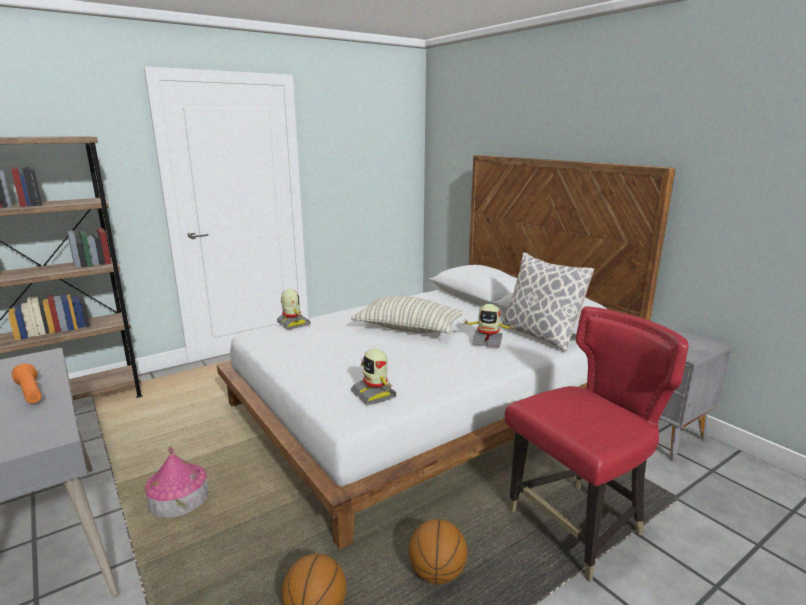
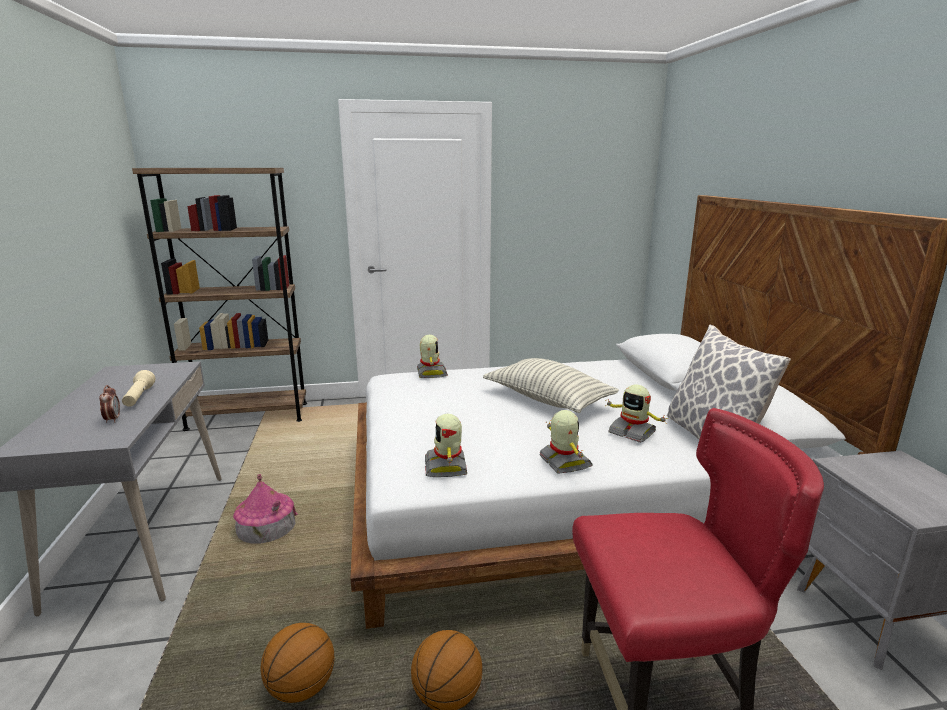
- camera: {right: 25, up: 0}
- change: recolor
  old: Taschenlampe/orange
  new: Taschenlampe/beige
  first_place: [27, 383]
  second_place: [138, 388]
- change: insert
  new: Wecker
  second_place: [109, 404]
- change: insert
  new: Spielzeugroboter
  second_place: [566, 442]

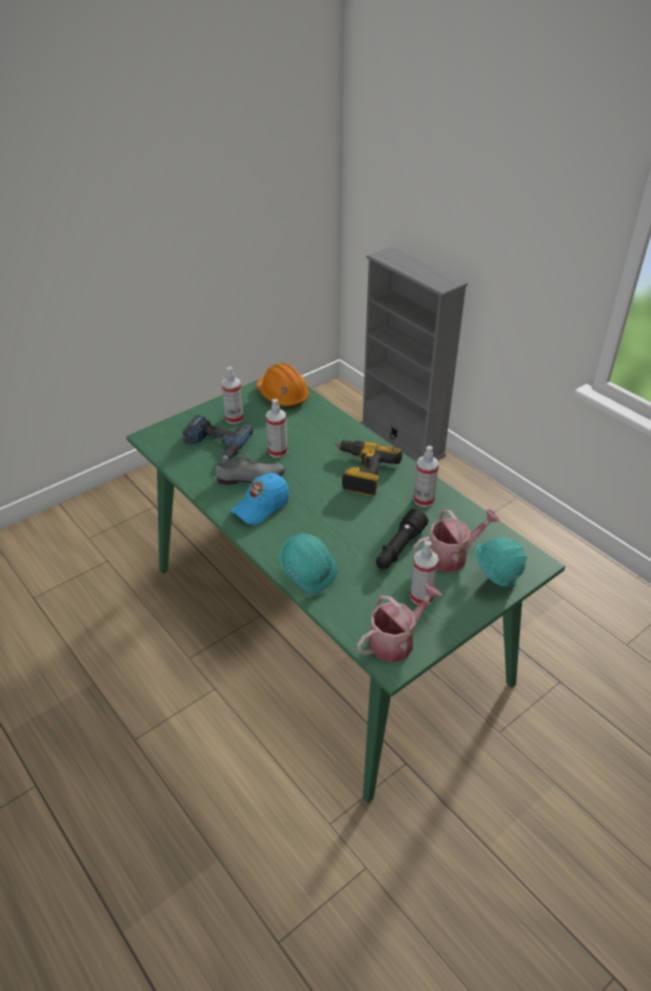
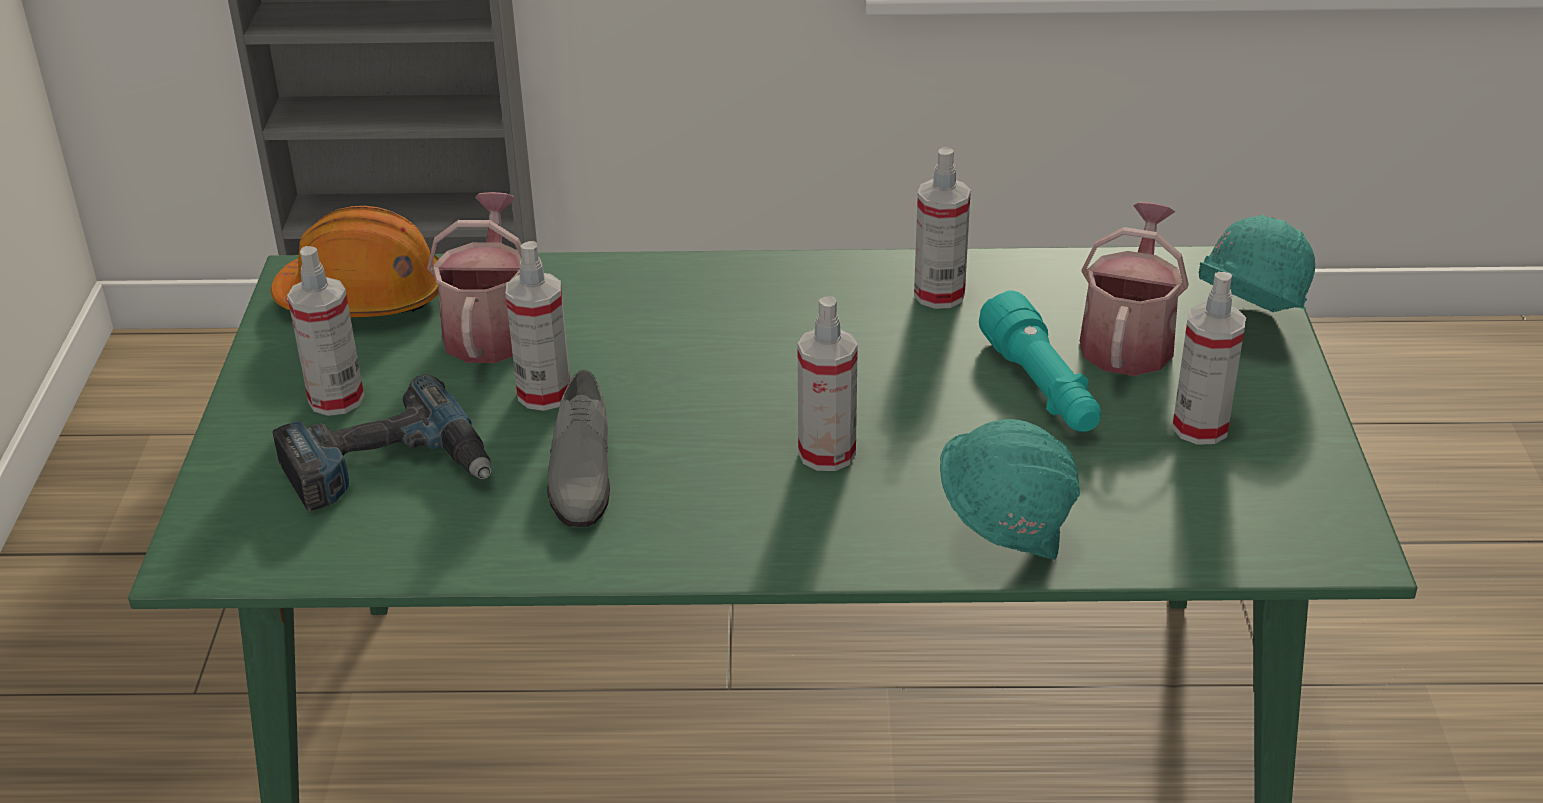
- camera: {right: -50, up: -5}
- change: delete
  old: Bohrmaschine
  first_place: [368, 468]
- change: rotate
  old: Schuh/grau
  first_place: [250, 470]
  second_place: [578, 448]
  degrees: 150
- change: delete
  old: Kappe/blau
  first_place: [260, 499]
- change: recolor
  old: Taschenlampe/schwarz
  new: Taschenlampe/türkis
  first_place: [402, 538]
  second_place: [1040, 361]
- change: move
  old: Gießkanne
  first_place: [399, 623]
  second_place: [474, 277]
- change: insert
  new: Sprühflasche
  second_place: [828, 383]

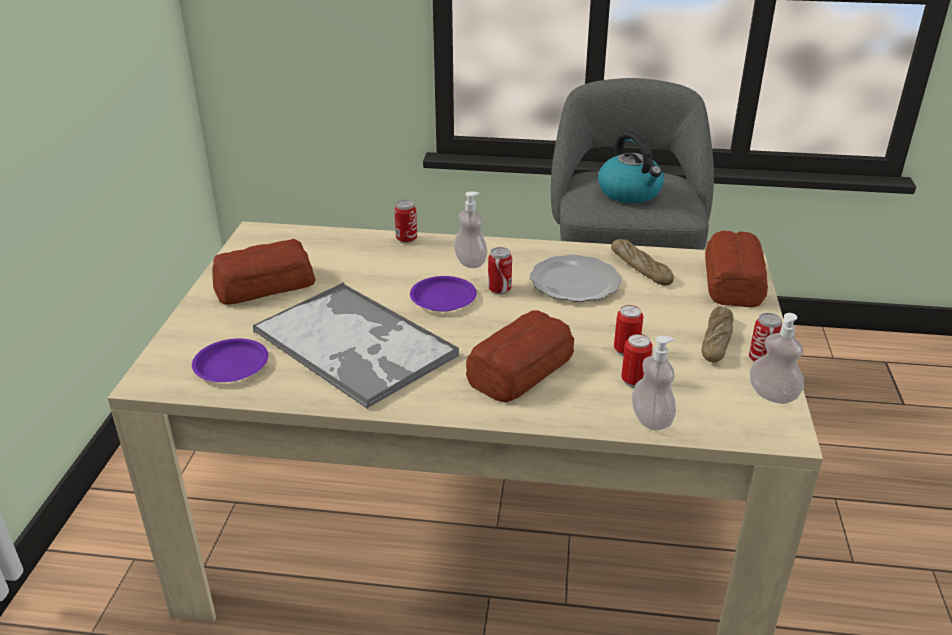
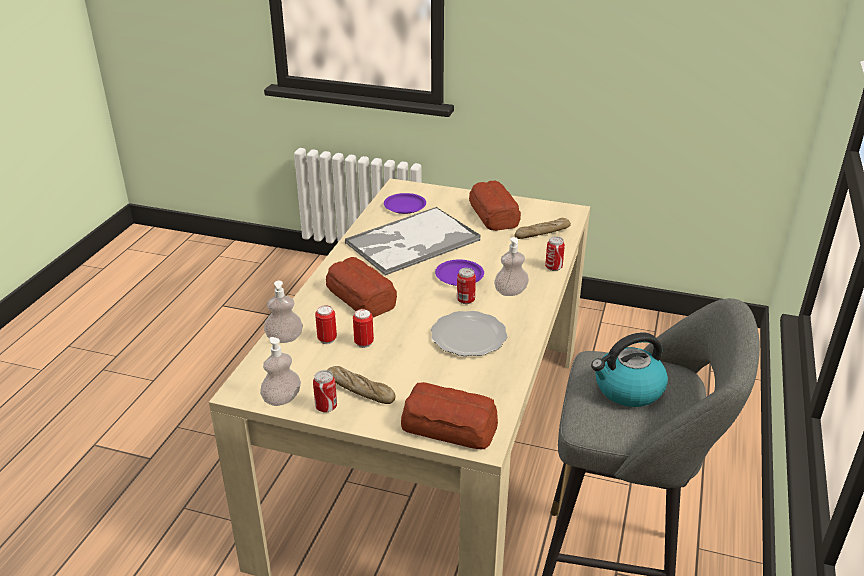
- camera: {right: 100, up: 0}
- change: move
  old: Brot
  first_place: [642, 262]
  second_place: [542, 228]

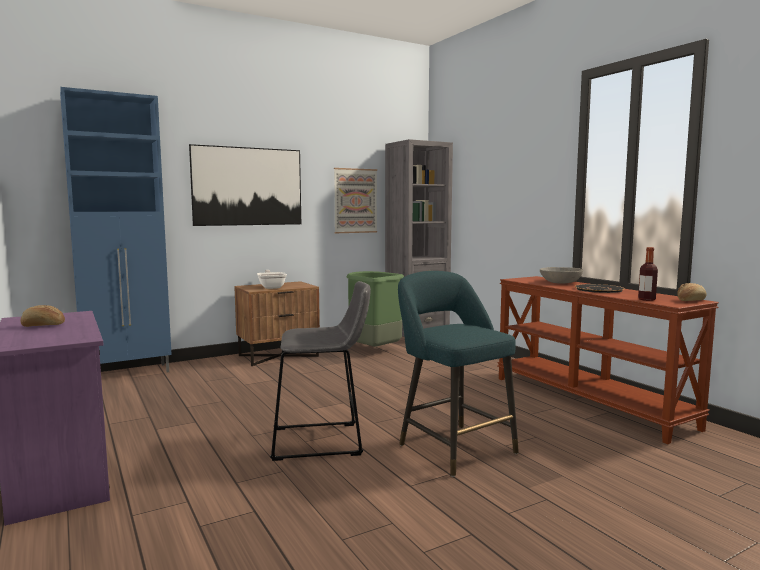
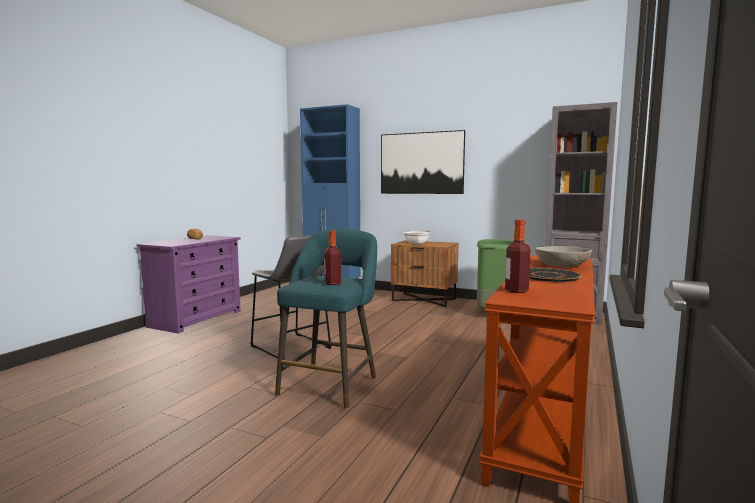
- camera: {right: 55, up: 0}
- change: delete
  old: Bild
  first_place: [355, 200]
- change: delete
  old: Brot
  first_place: [691, 292]
- change: insert
  new: Flasche
  second_place: [332, 258]

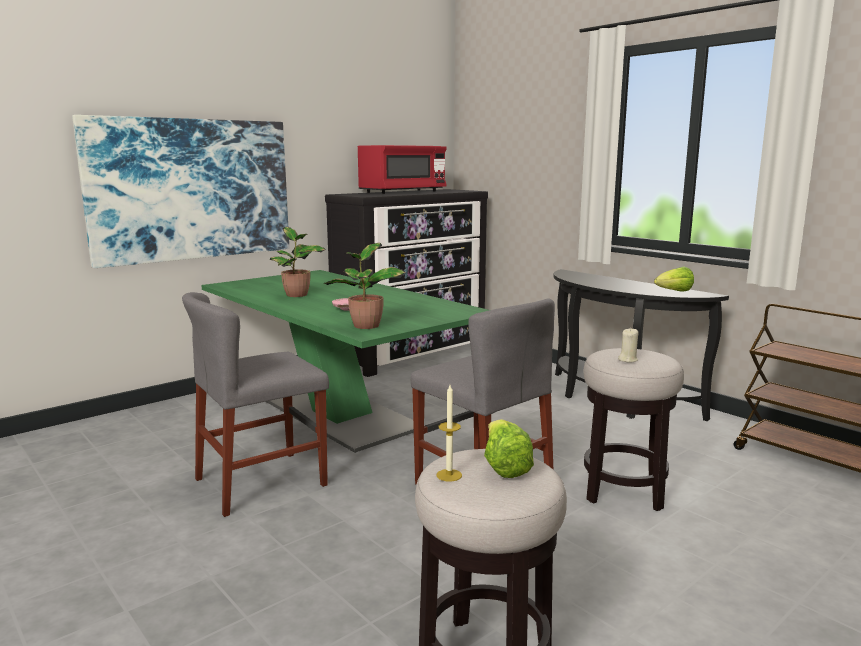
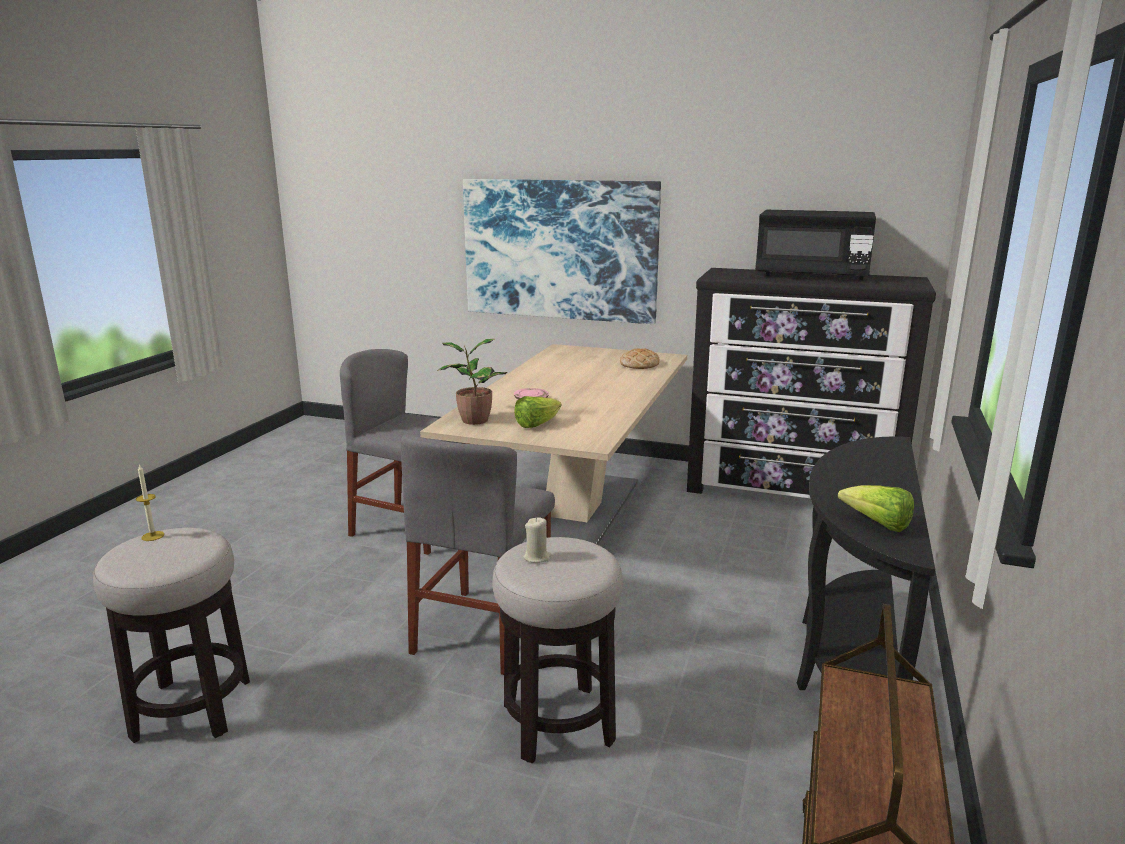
- camera: {right: 60, up: 5}
- change: recolor
  old: Mikrowelle/rot
  new: Mikrowelle/schwarz
  first_place: [402, 169]
  second_place: [815, 245]
- change: delete
  old: Topfpflanze
  first_place: [297, 262]
- change: recolor
  old: Esstisch/grün
  new: Esstisch/beige
  first_place: [345, 361]
  second_place: [553, 444]
- change: move
  old: Salatkopf
  first_place: [509, 448]
  second_place: [537, 412]
- change: insert
  new: Brot
  second_place: [639, 359]

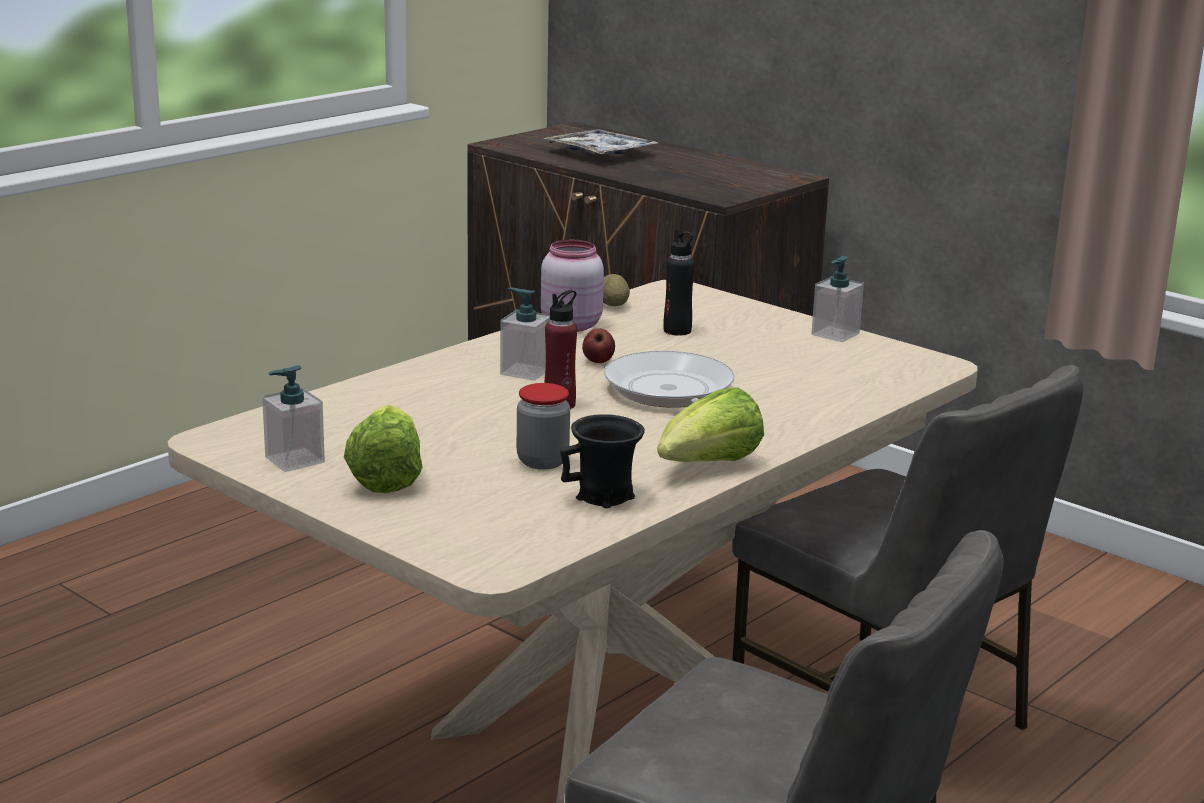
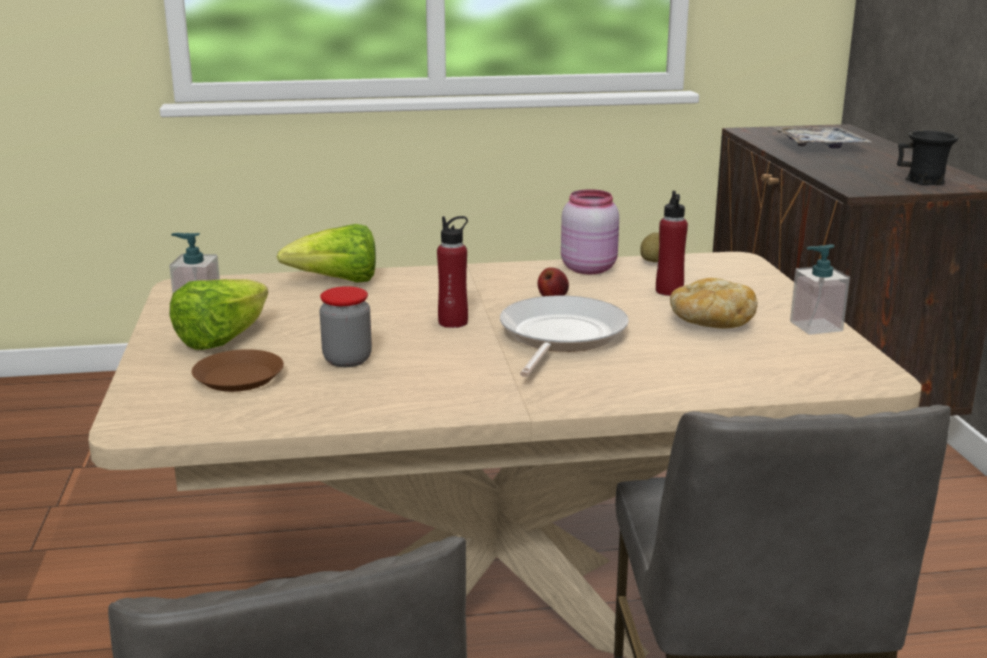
- camera: {right: 40, up: 0}
- change: recolor
  old: Flasche/schwarz
  new: Flasche/rot
  first_place: [679, 282]
  second_place: [672, 243]
- change: delete
  old: Seifenspender
  first_place: [525, 334]
- change: move
  old: Salatkopf
  first_place: [710, 424]
  second_place: [326, 253]
- change: move
  old: Henkelbecher/schwarz
  first_place: [602, 461]
  second_place: [928, 157]
- change: insert
  new: Brot
  second_place: [714, 303]
- change: insert
  new: Teller/braun
  second_place: [238, 370]

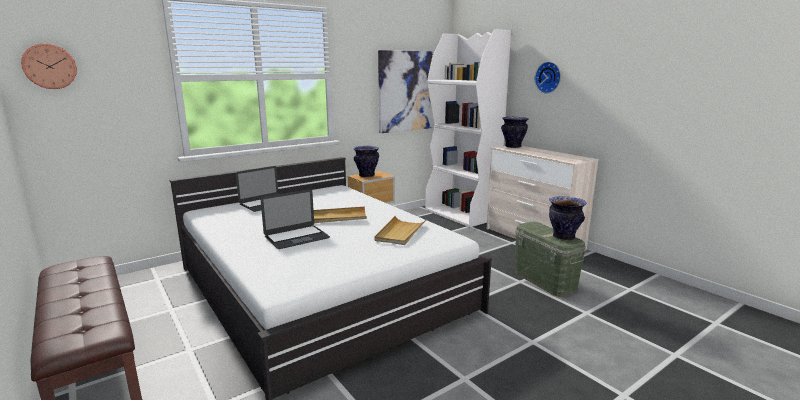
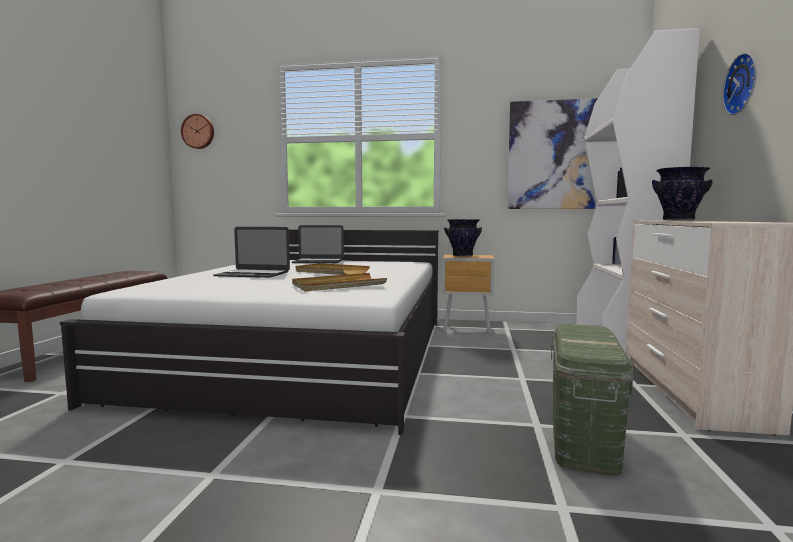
- camera: {right: 45, up: -10}
- change: delete
  old: Vase
  first_place: [567, 219]

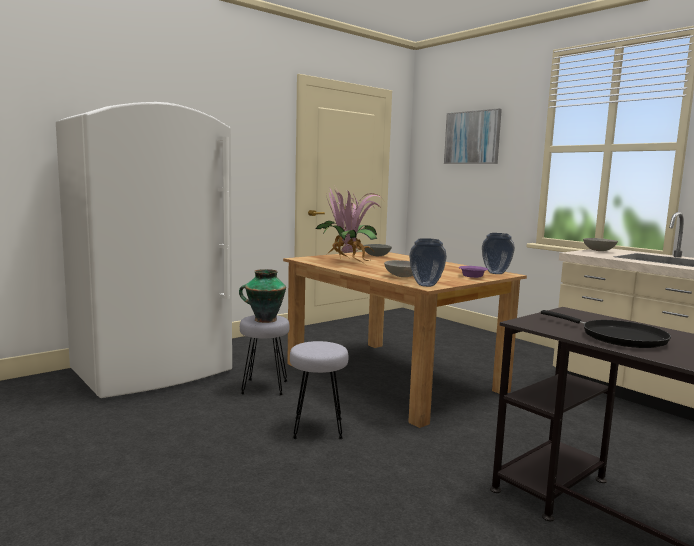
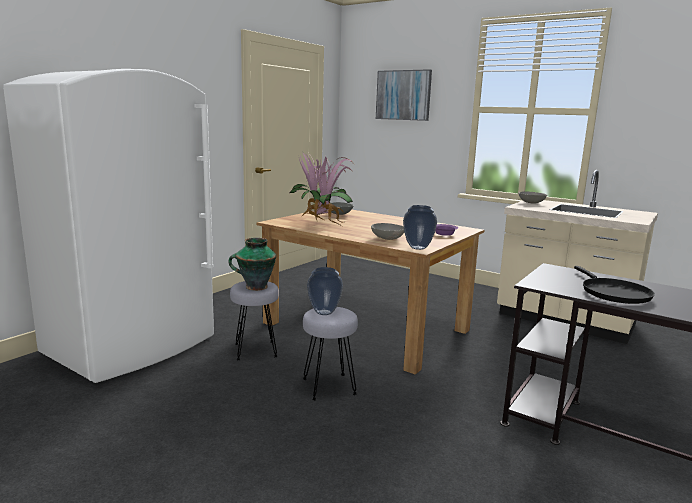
- camera: {right: -15, up: 5}
- change: move
  old: Vase
  first_place: [498, 253]
  second_place: [325, 291]
- change: rotate
  old: Pfanne/schwarz
  first_place: [606, 329]
  second_place: [614, 285]
  degrees: 45

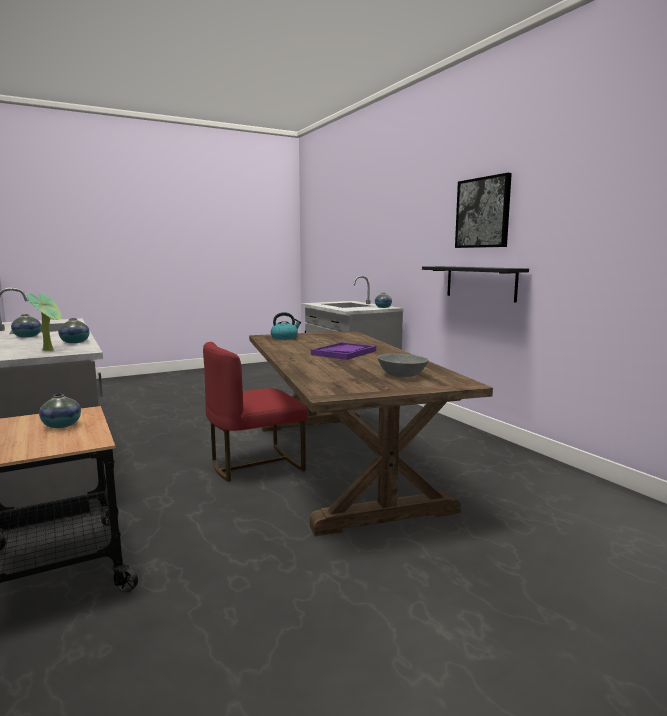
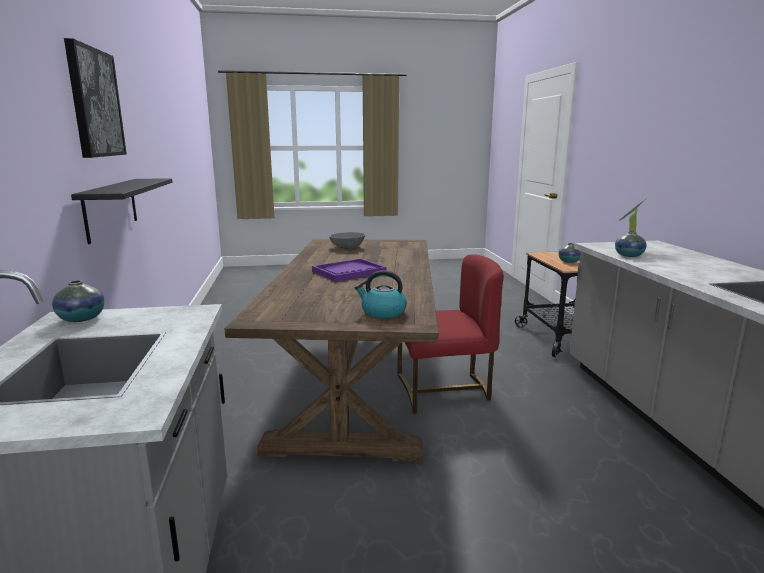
- camera: {right: -160, up: 5}
- change: delete
  old: Vase
  first_place: [26, 325]

